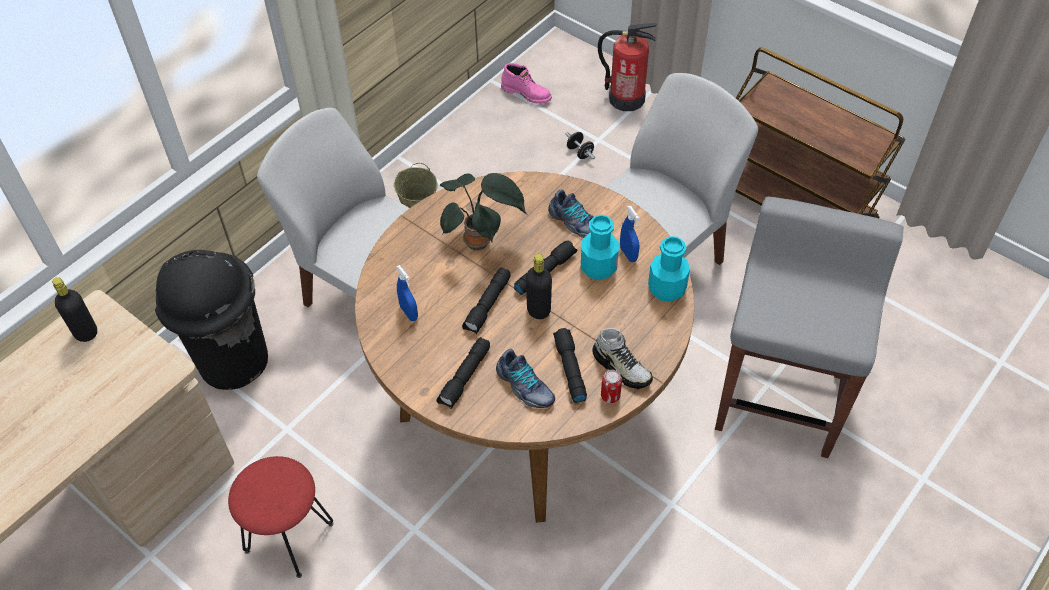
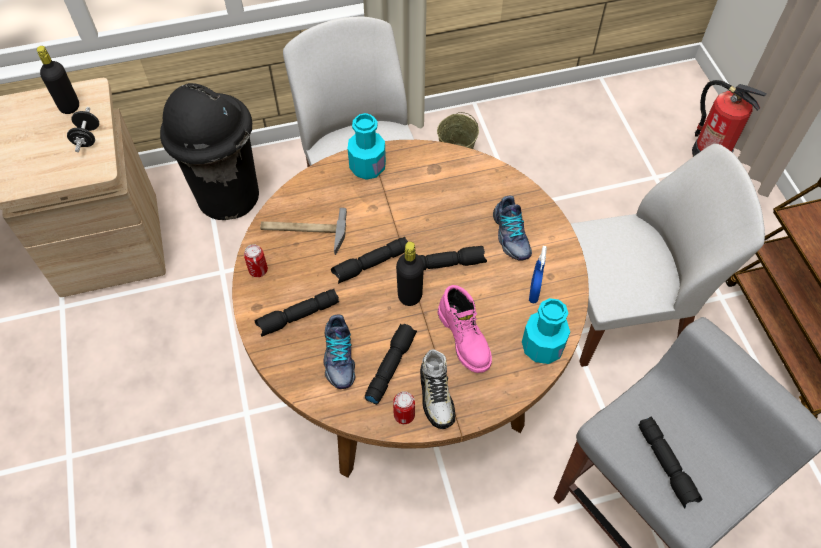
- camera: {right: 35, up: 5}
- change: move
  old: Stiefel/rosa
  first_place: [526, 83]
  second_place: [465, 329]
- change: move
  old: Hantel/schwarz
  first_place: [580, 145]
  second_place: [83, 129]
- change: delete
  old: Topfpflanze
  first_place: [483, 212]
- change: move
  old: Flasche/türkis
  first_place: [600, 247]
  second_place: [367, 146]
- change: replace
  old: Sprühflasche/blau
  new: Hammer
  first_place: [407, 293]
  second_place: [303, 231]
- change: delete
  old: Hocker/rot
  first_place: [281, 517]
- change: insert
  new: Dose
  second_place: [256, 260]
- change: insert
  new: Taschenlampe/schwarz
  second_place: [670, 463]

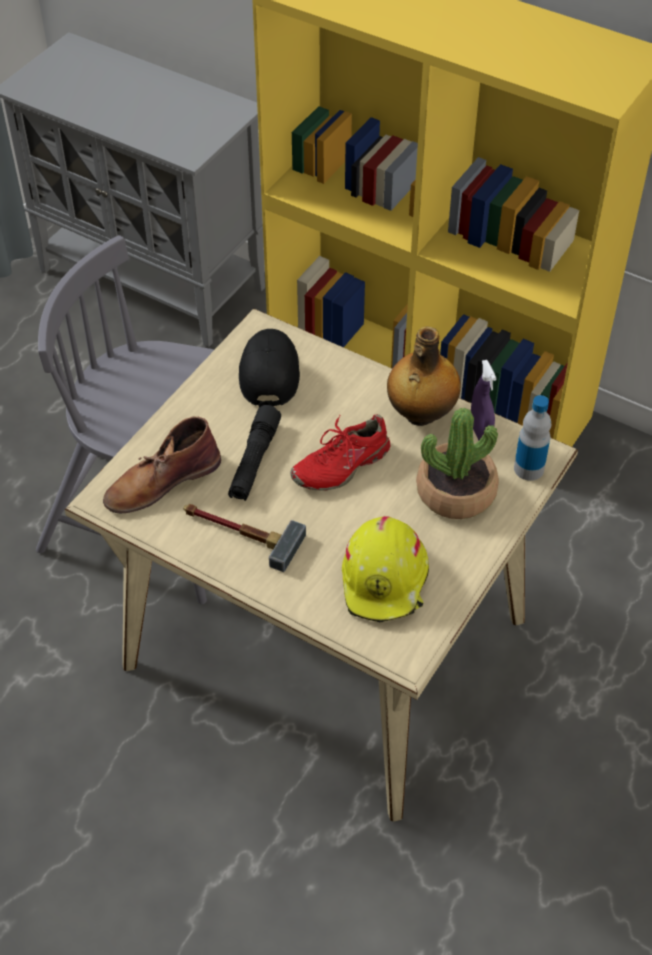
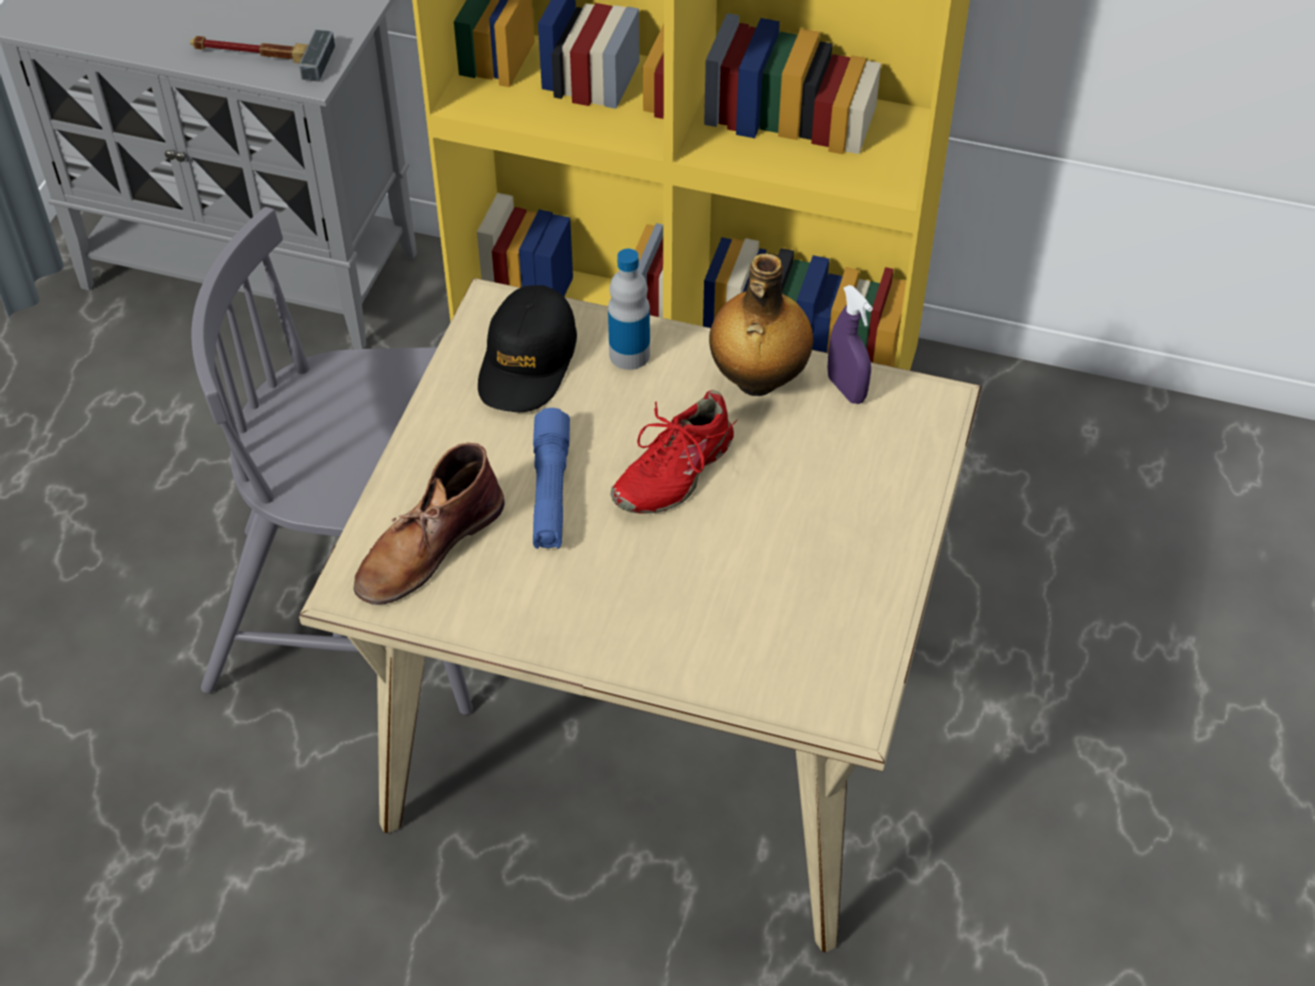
- camera: {right: -15, up: 0}
- change: rotate
  old: Kappe/schwarz
  first_place: [269, 368]
  second_place: [527, 348]
  degrees: -150
- change: move
  old: Flasche
  first_place: [532, 438]
  second_place: [629, 309]
- change: recolor
  old: Taschenlampe/schwarz
  new: Taschenlampe/blau
  first_place: [254, 453]
  second_place: [551, 478]
- change: delete
  old: Topfpflanze
  first_place: [457, 463]
- change: move
  old: Hammer
  first_place: [244, 538]
  second_place: [262, 56]
- change: delete
  old: Schutzhelm/gelb
  first_place: [385, 569]

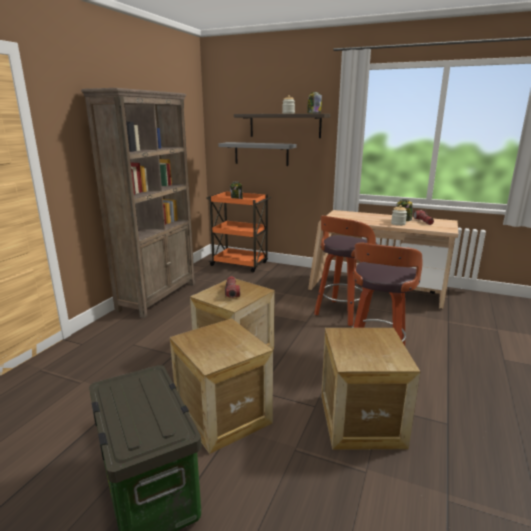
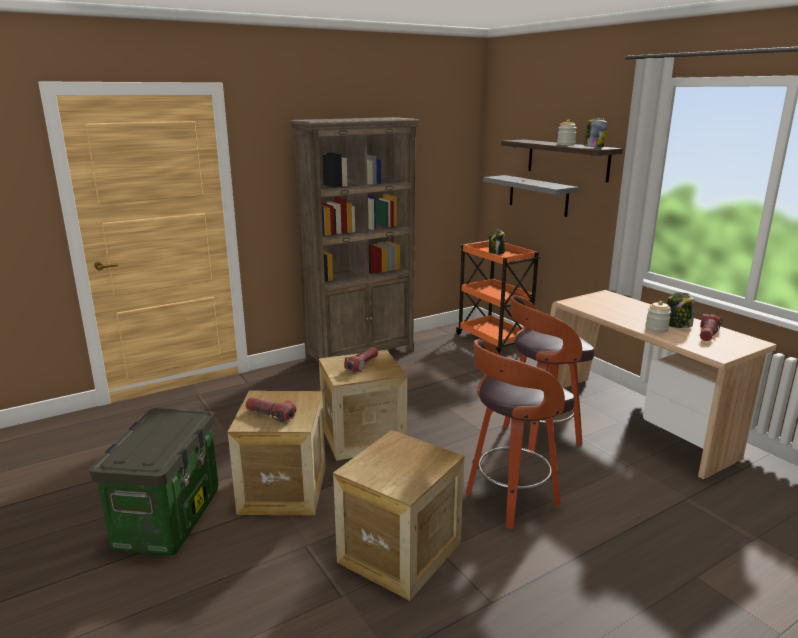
- camera: {right: 35, up: 0}
- change: insert
  new: Taschenlampe
  second_place: [271, 410]

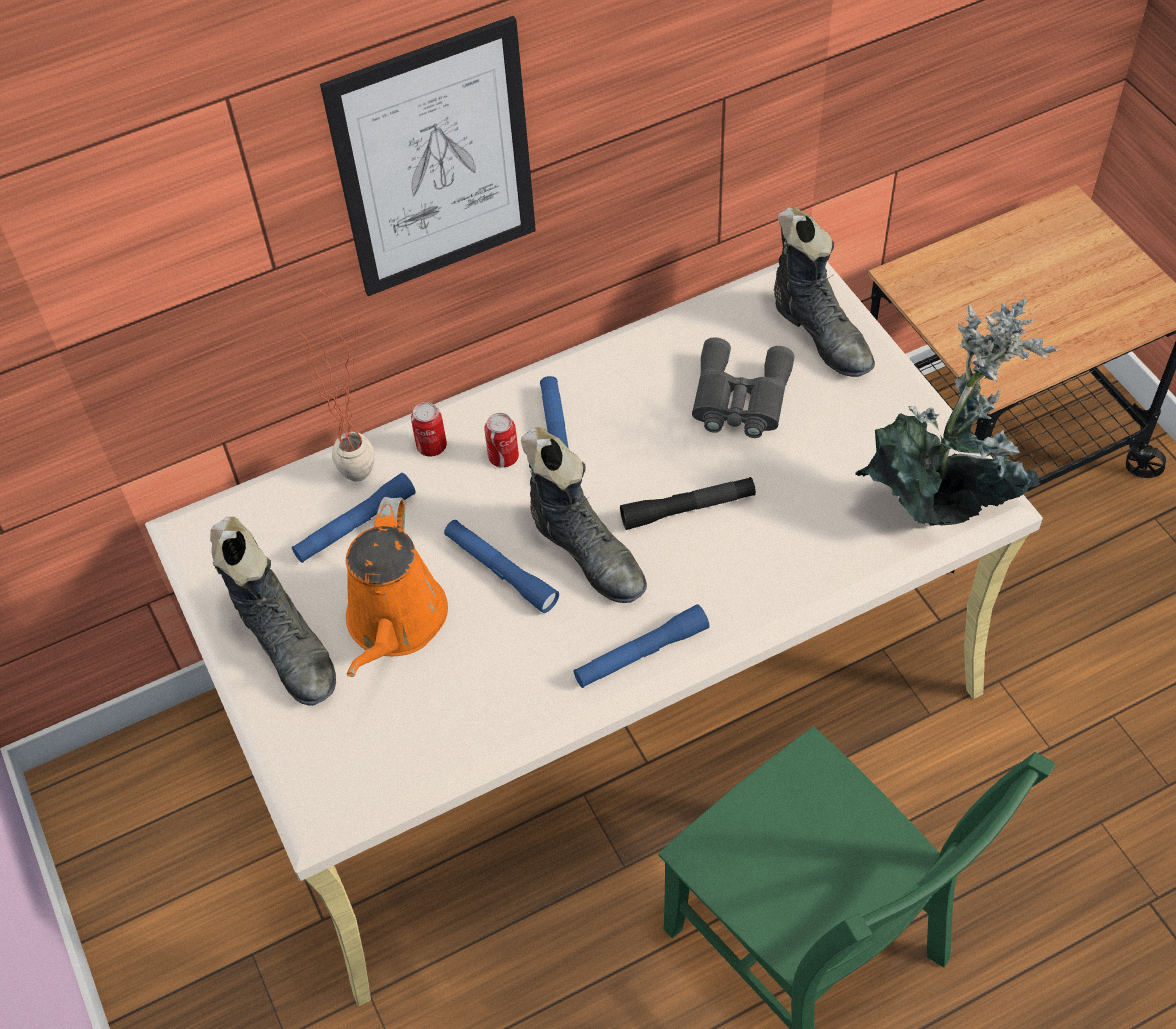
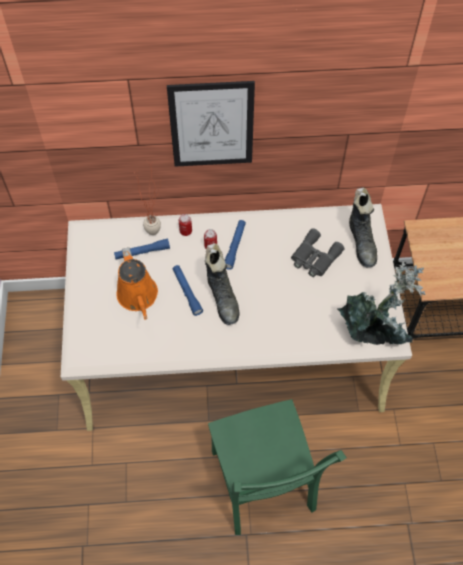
- camera: {right: 20, up: 5}
- change: delete
  old: Taschenlampe/schwarz
  first_place: [688, 503]
- change: rotate
  old: Gießkanne/orange
  first_place: [397, 587]
  second_place: [137, 283]
  degrees: -45
- change: delete
  old: Stiefel/schwarz
  first_place: [273, 611]
- change: delete
  old: Taschenlampe/blau
  first_place: [641, 646]

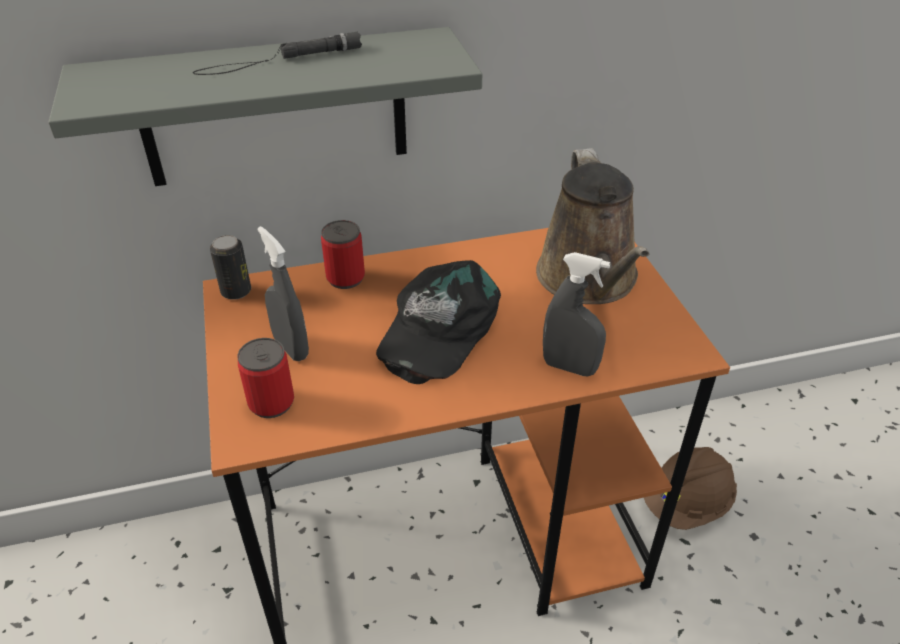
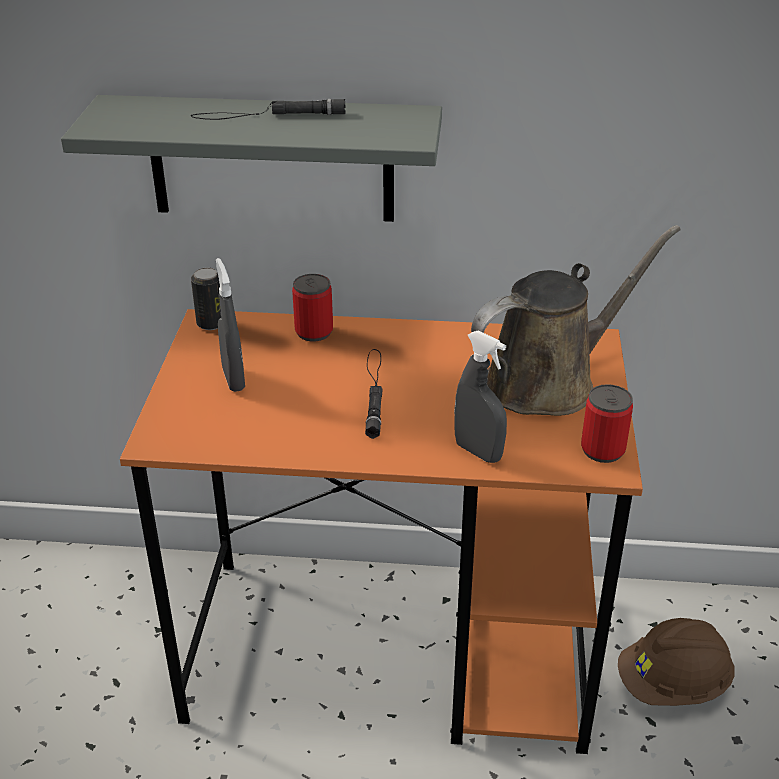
- camera: {right: 20, up: -5}
- change: rotate
  old: Gießkanne/braun
  first_place: [593, 226]
  second_place: [576, 320]
  degrees: -135
- change: replace
  old: Kappe/schwarz
  new: Taschenlampe/schwarz
  first_place: [438, 322]
  second_place: [373, 394]
- change: move
  old: Dose
  first_place: [266, 378]
  second_place: [607, 423]

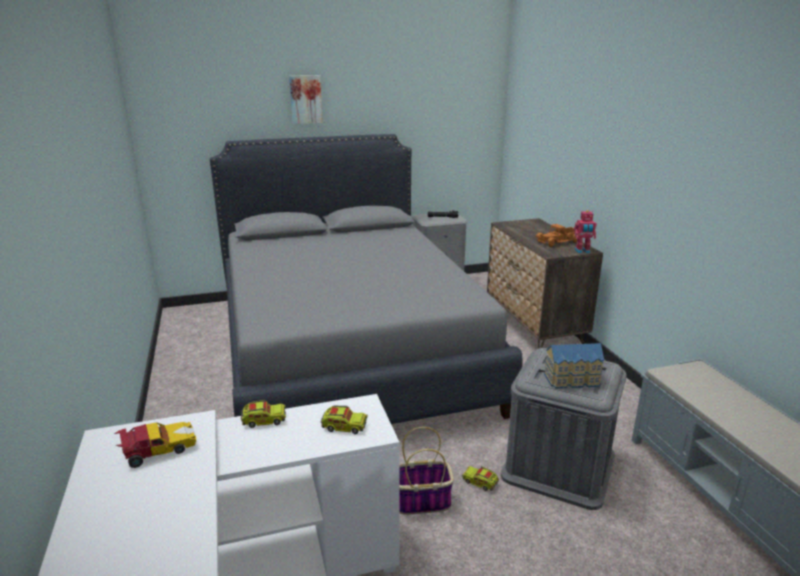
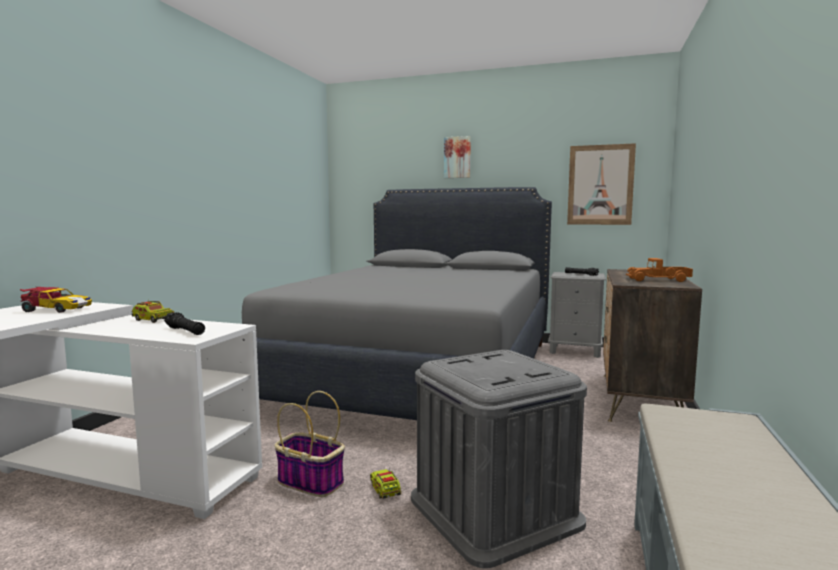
- camera: {right: 35, up: -15}
- change: delete
  old: Spielzeugroboter
  first_place: [585, 231]
- change: delete
  old: Spielzeughaus
  first_place: [574, 366]
- change: replace
  old: Spielzeuglaster
  new: Taschenlampe/schwarz
  first_place: [344, 420]
  second_place: [184, 323]
- change: insert
  new: Bild
  second_place: [601, 184]

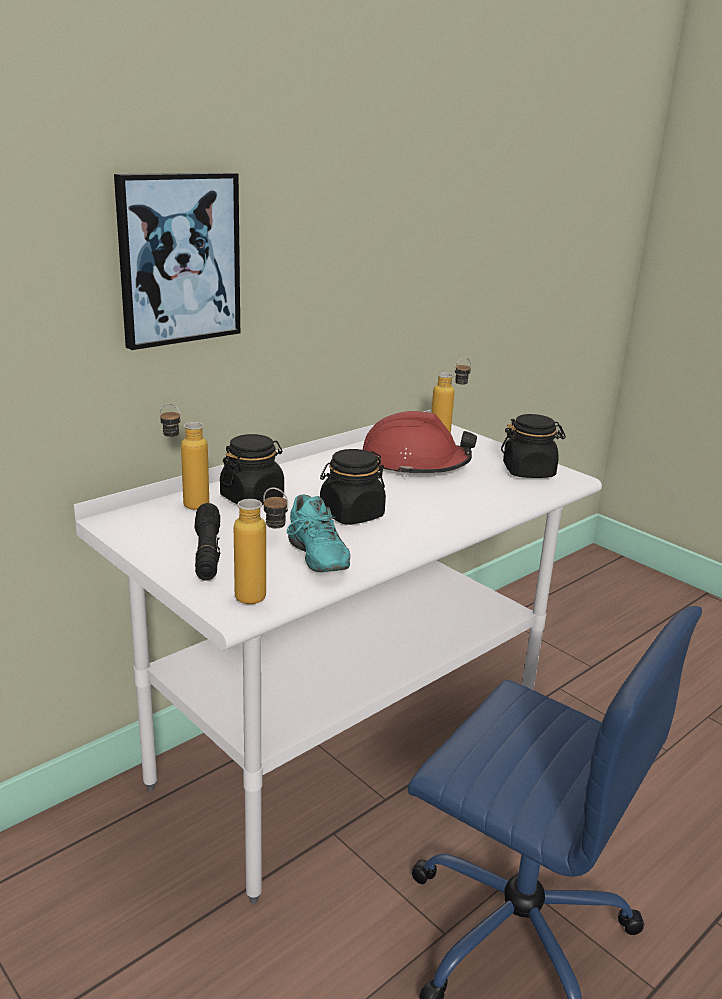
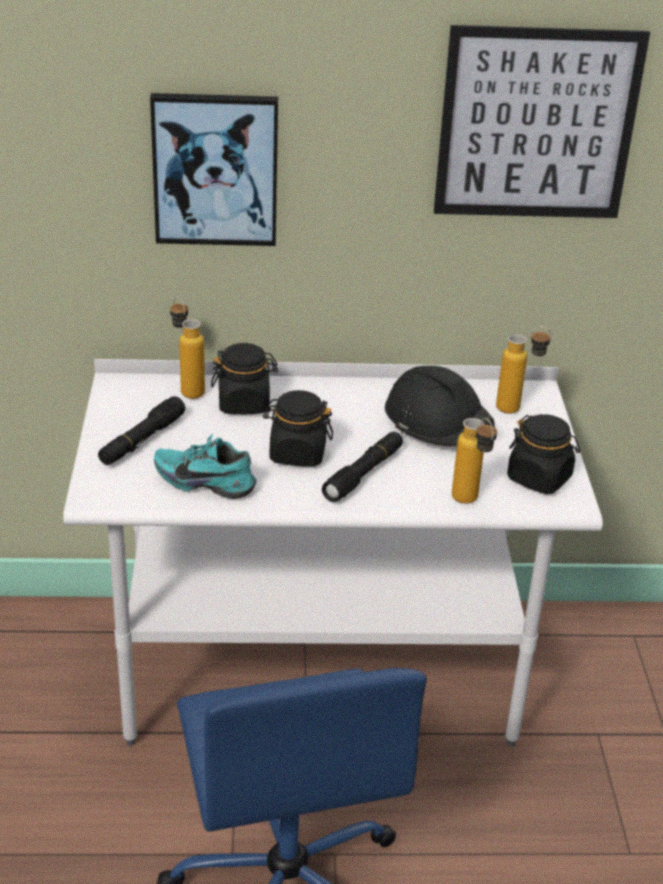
- camera: {right: 40, up: 10}
- change: recolor
  old: Schutzhelm/rot
  new: Schutzhelm/schwarz
  first_place: [419, 444]
  second_place: [440, 406]
- change: move
  old: Flasche
  first_place: [261, 546]
  second_place: [474, 461]
- change: rotate
  old: Schuh/türkis
  first_place: [318, 533]
  second_place: [205, 466]
  degrees: 90
- change: insert
  new: Bild
  second_place: [542, 121]
- change: insert
  new: Taschenlampe/schwarz
  second_place: [362, 467]

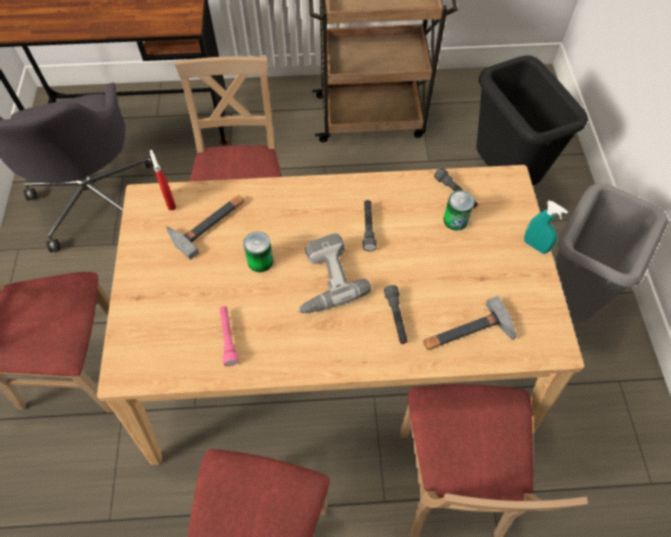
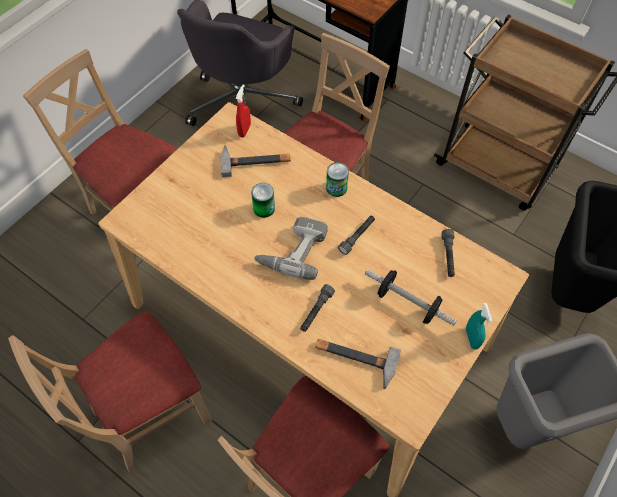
- camera: {right: 40, up: 0}
- change: move
  old: Dose
  first_place: [459, 210]
  second_place: [337, 179]
- change: delete
  old: Taschenlampe/rosa
  first_place: [229, 336]
- change: insert
  new: Hantel
  second_place: [411, 297]

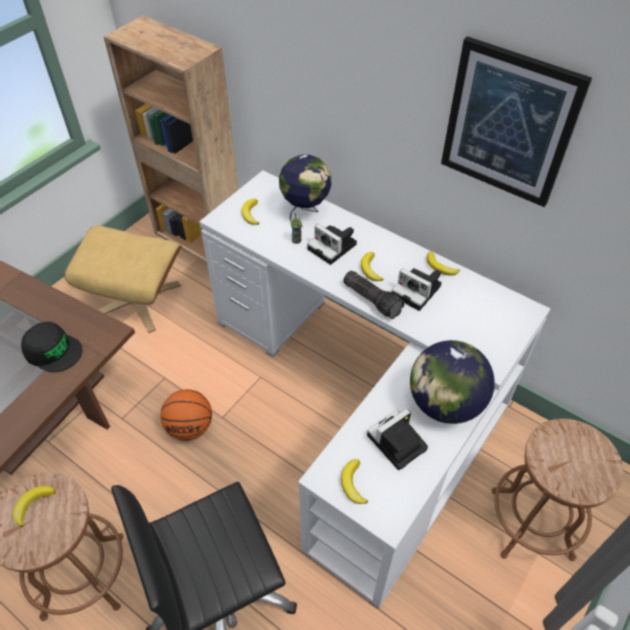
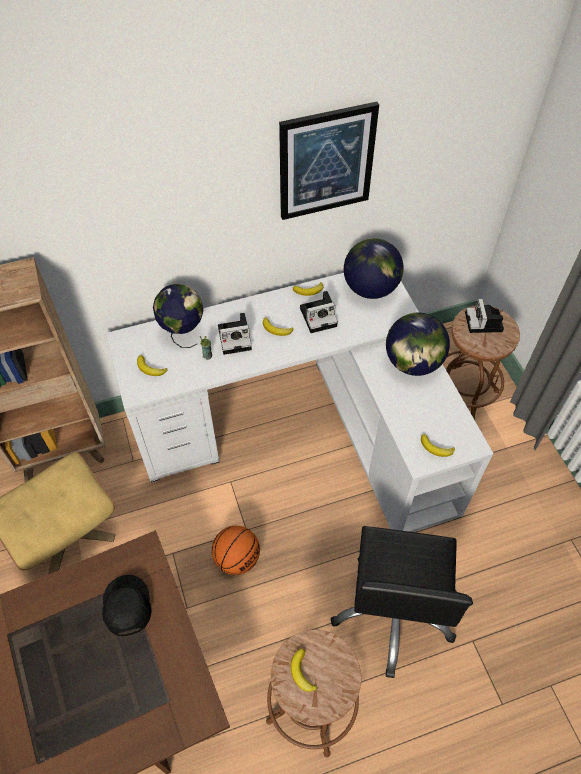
- camera: {right: -55, up: 5}
- change: delete
  old: Taschenlampe
  first_place: [373, 295]
- change: rotate
  old: Kappe/schwarz
  first_place: [52, 347]
  second_place: [127, 605]
  degrees: -75
- change: move
  old: Kamera
  first_place: [397, 439]
  second_place: [484, 315]
- change: insert
  new: Globus
  second_place: [374, 268]

